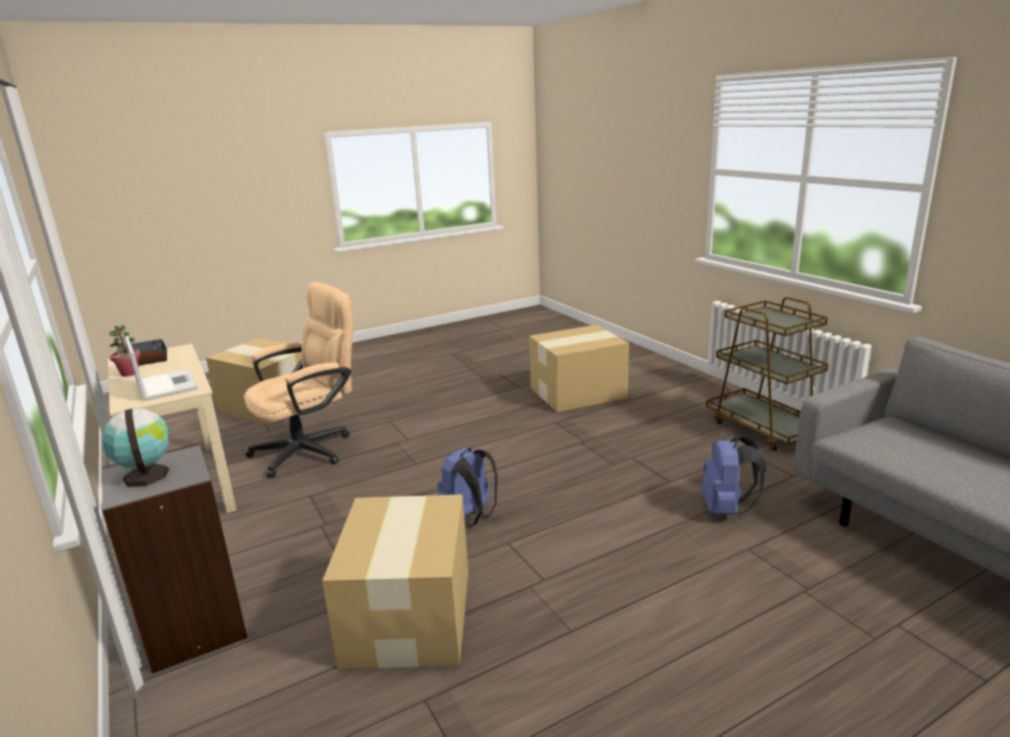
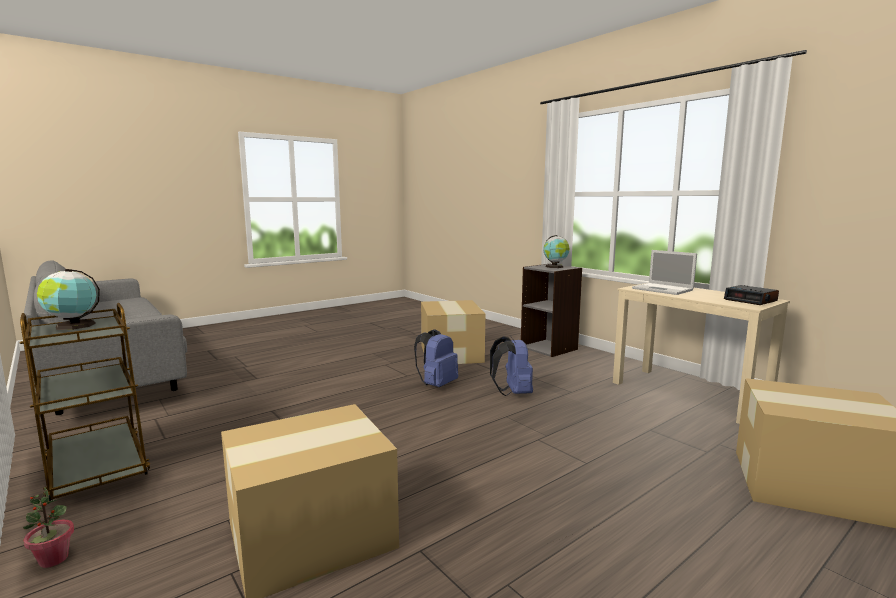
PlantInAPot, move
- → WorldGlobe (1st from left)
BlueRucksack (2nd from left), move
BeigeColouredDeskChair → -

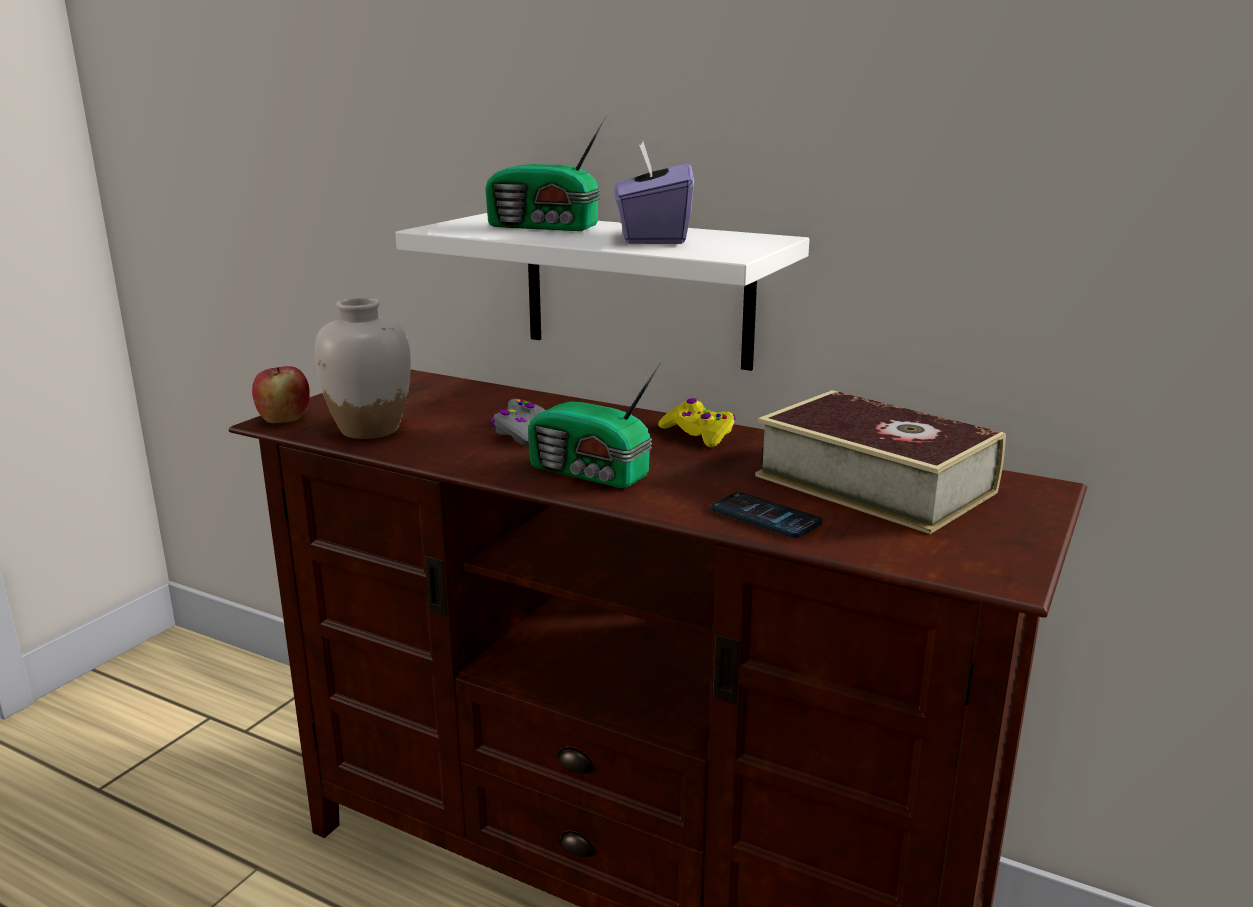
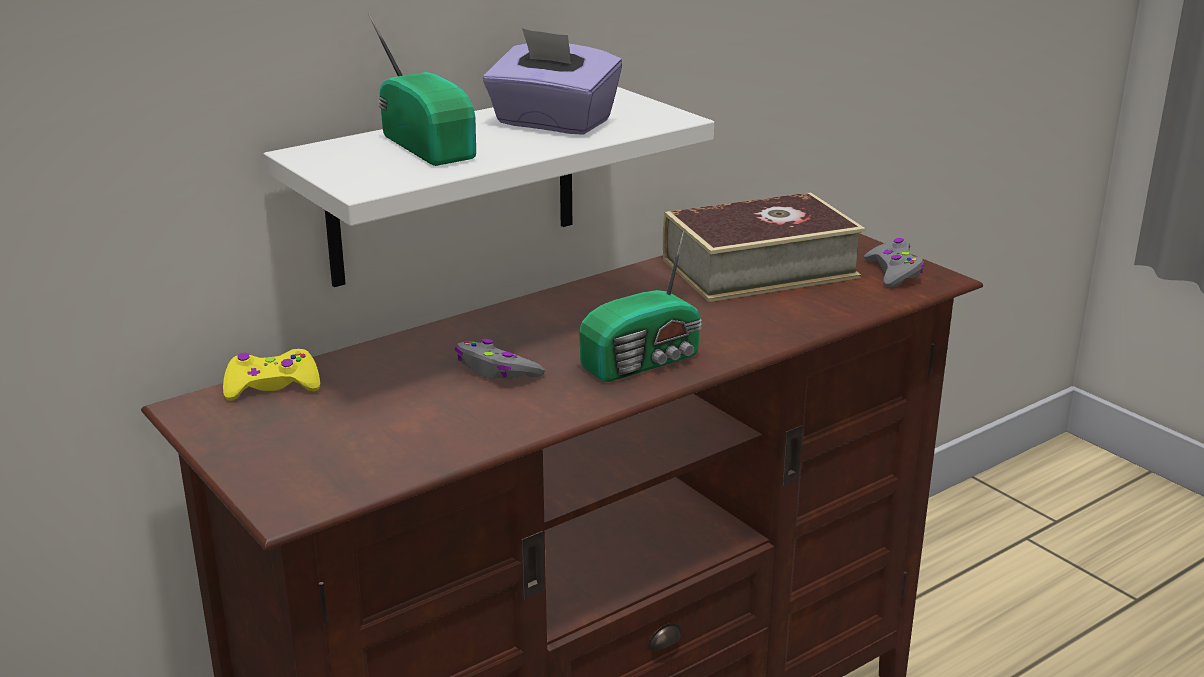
YellowishGameController, move
Radio (1st from left), 75 degrees counterclockwise
- → GrayGameController (2nd from left)
Apple → -
WhiteColouredDecorativeVase → -
Phone → -

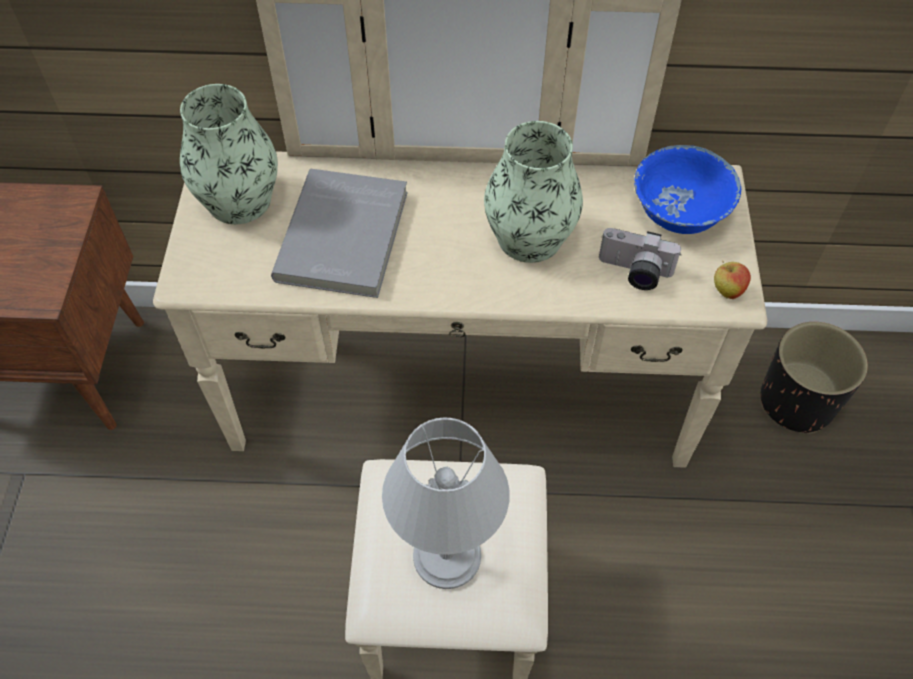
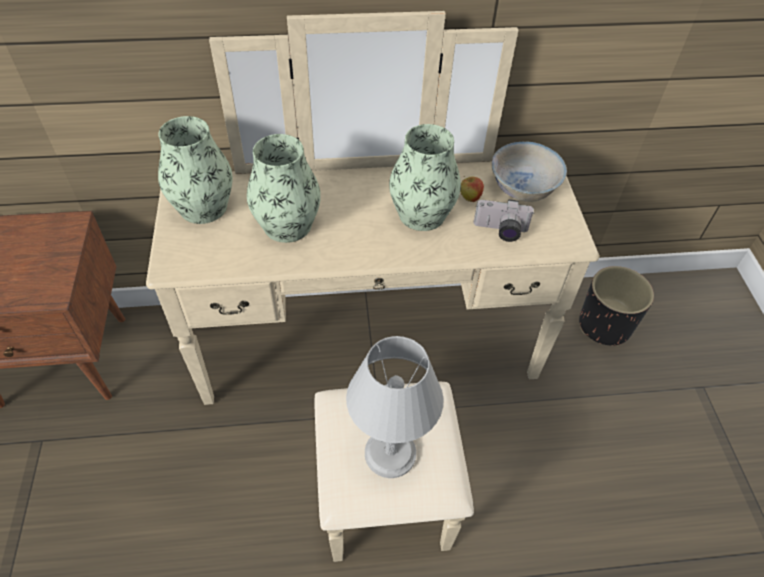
GrayVolume → DecorativeVase (2nd from left)
Apple, move
BlueDeepDish → WhiteColouredDeepDish

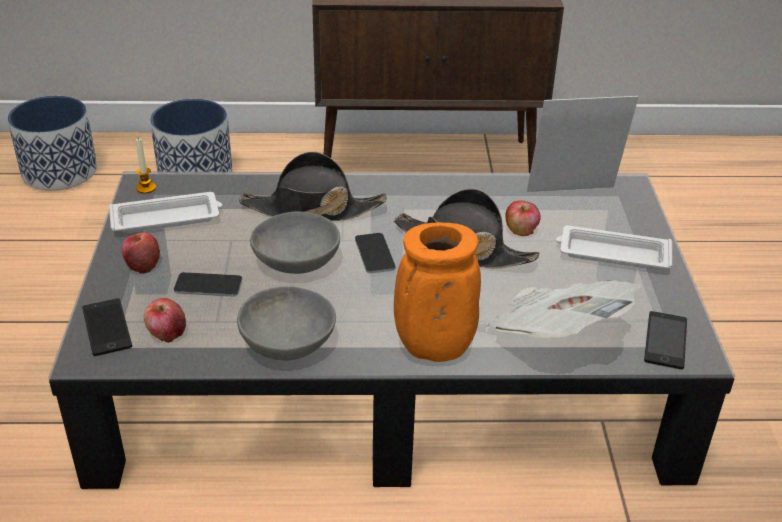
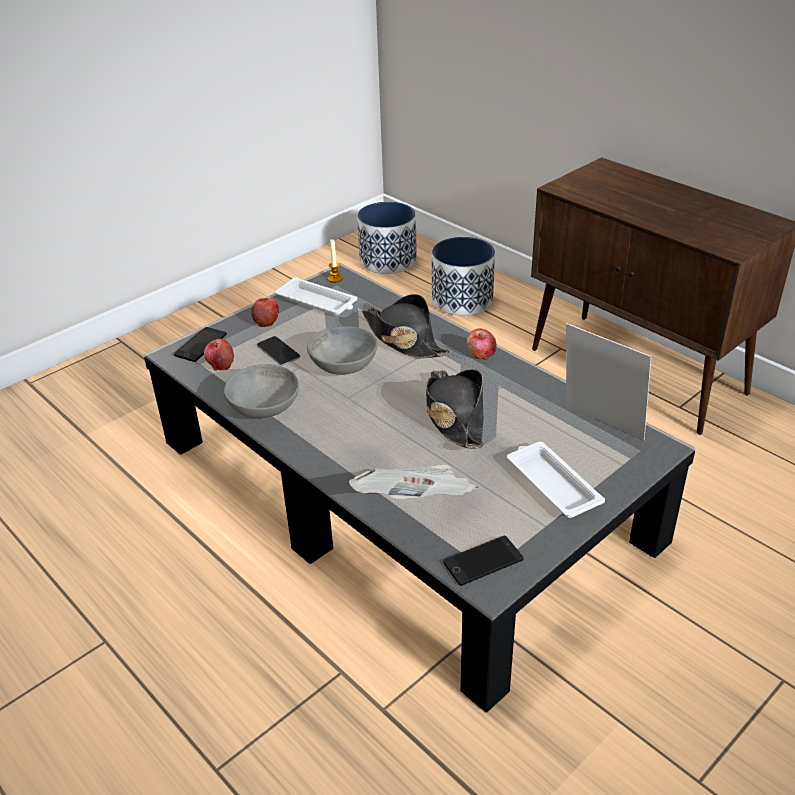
Apple (3rd from left), move
Phone (3rd from left) → -
OrangeyDecorativeVase → -

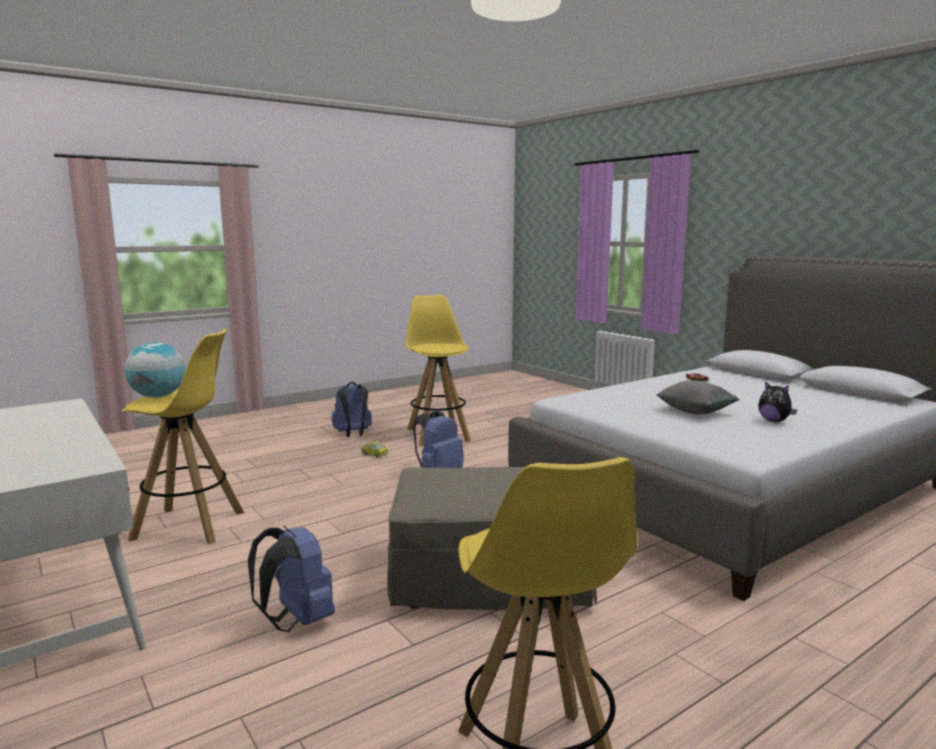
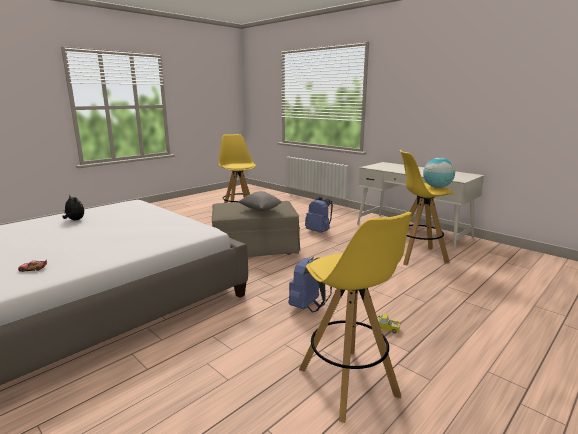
GrayCushion, move
BlueRucksack (2nd from left) → -

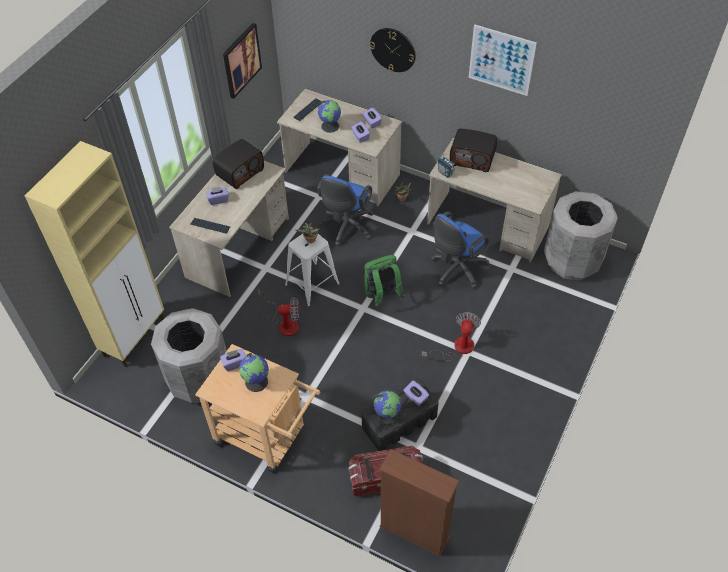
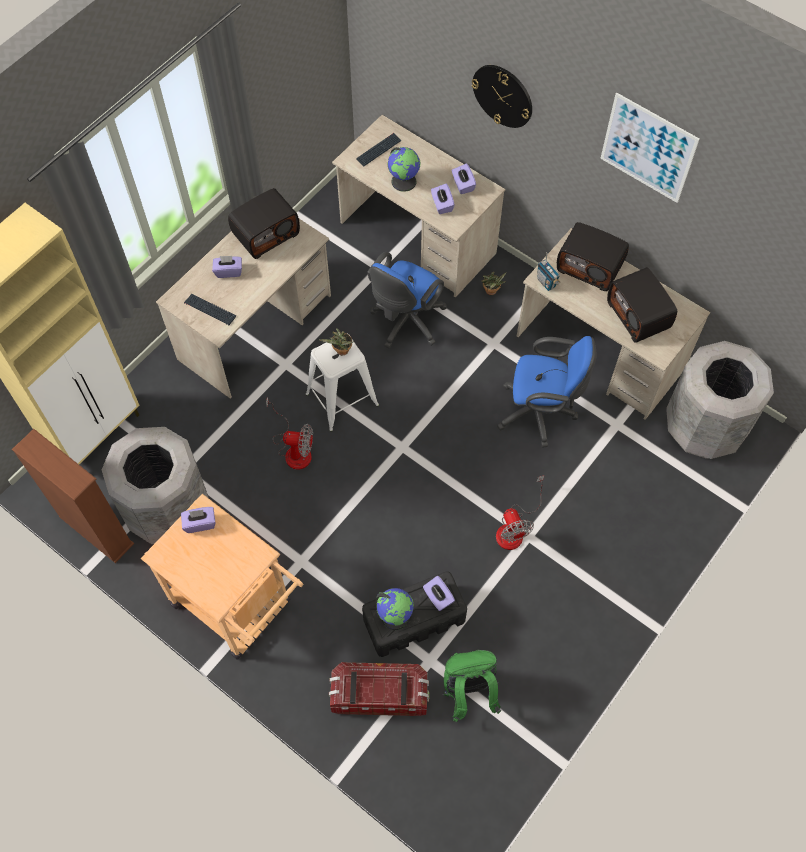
BrownShelvingUnit, move
GreenColouredRucksack, move
Fan (2nd from left), 135 degrees clockwise
BlueDeskChair (2nd from left), 135 degrees counterclockwise
- → Radio (4th from left)
WallArt (1st from left) → -
WorldGlobe (1st from left) → -

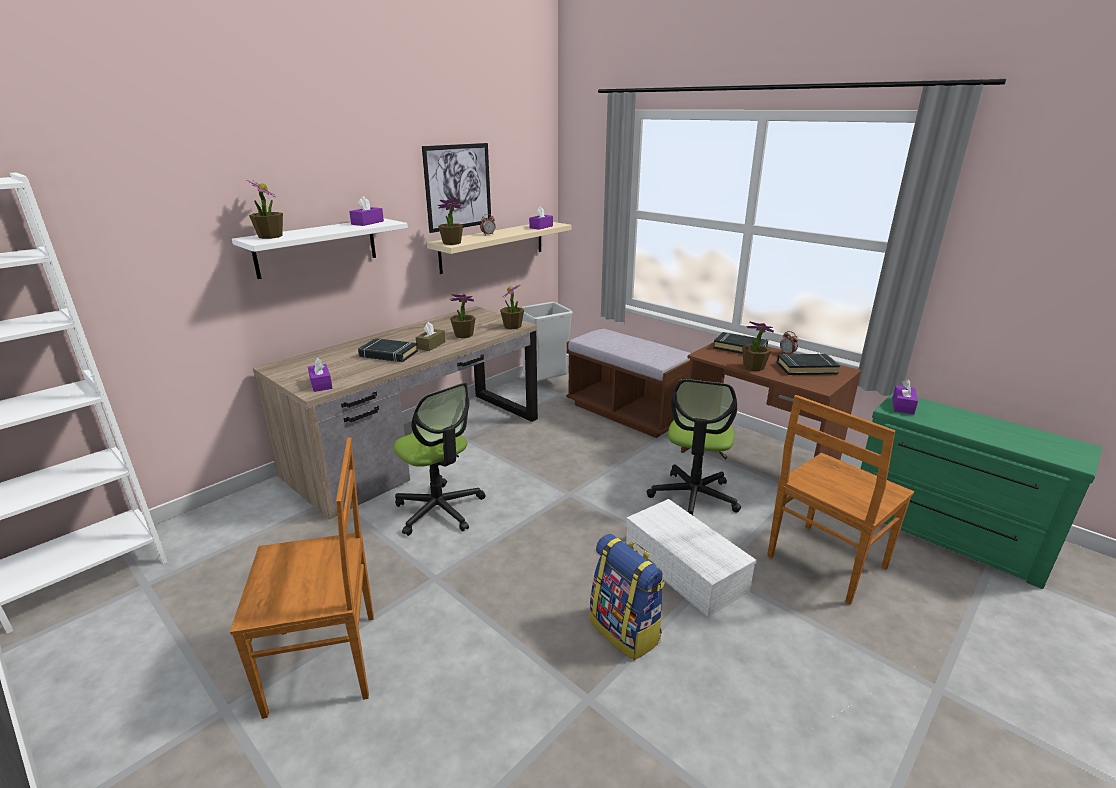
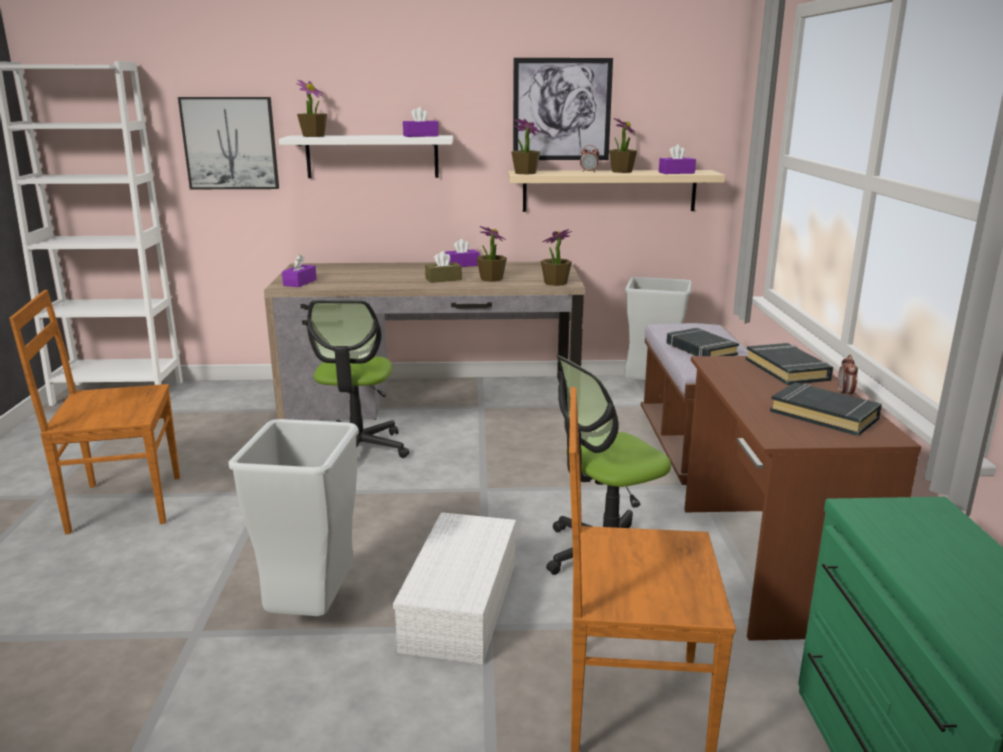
BrownPlainChair (1st from left), 135 degrees clockwise
- → WallArt (1st from left)
Rucksack → GrayTrashCan (1st from left)
PurpleBoxOfTissues (4th from left in the first image) → PurpleBoxOfTissues (3rd from left), move
PlantInAPot (5th from left), move
BlackColouredVolume (1st from left), move

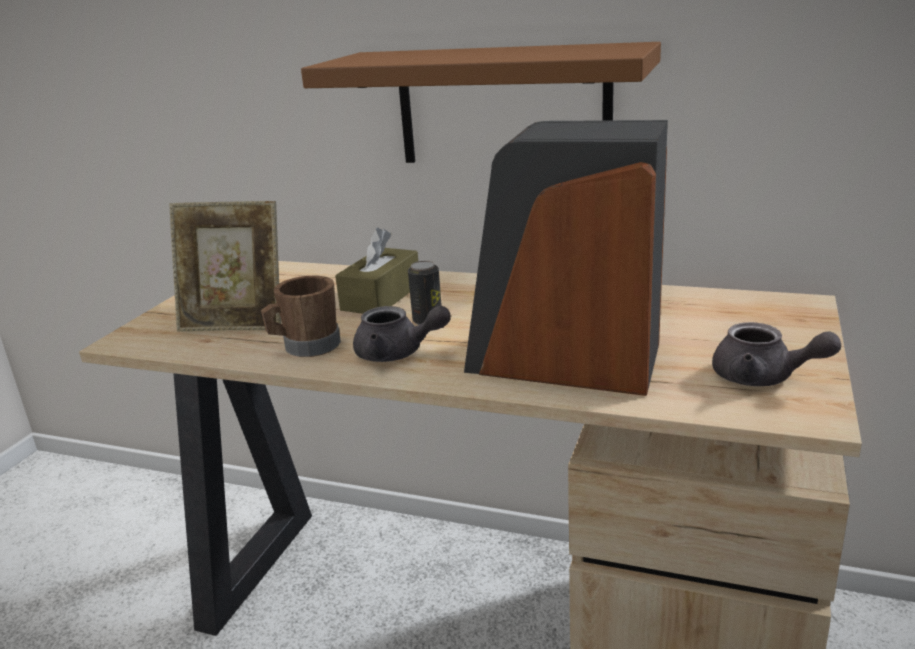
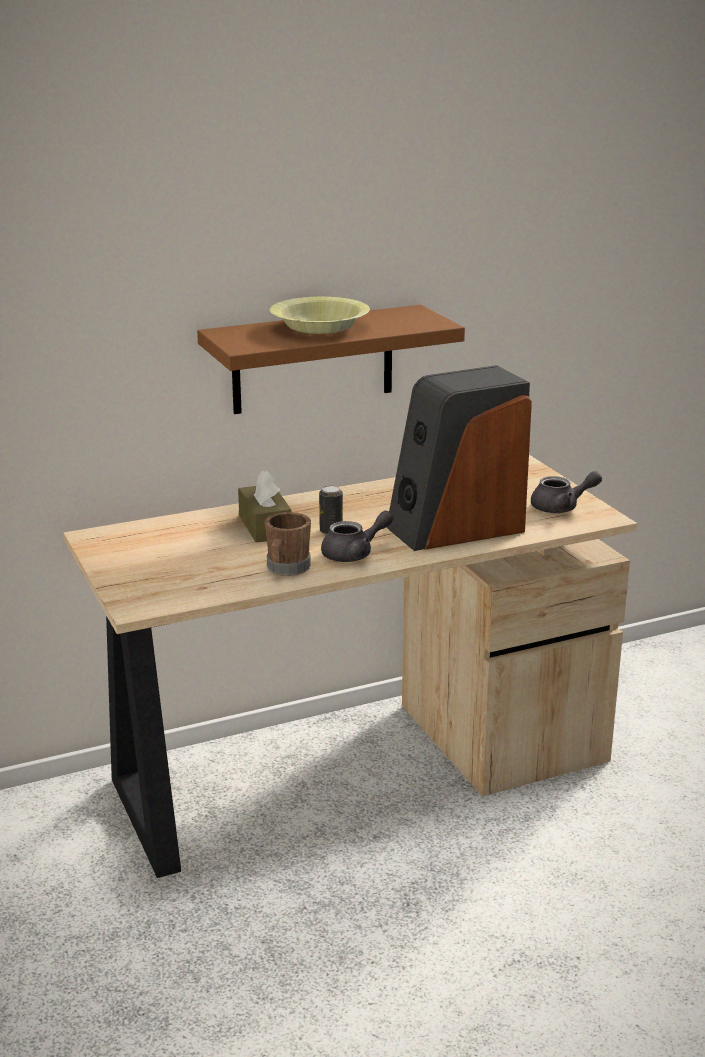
- → YellowishDeepDish
StandingFrame → -

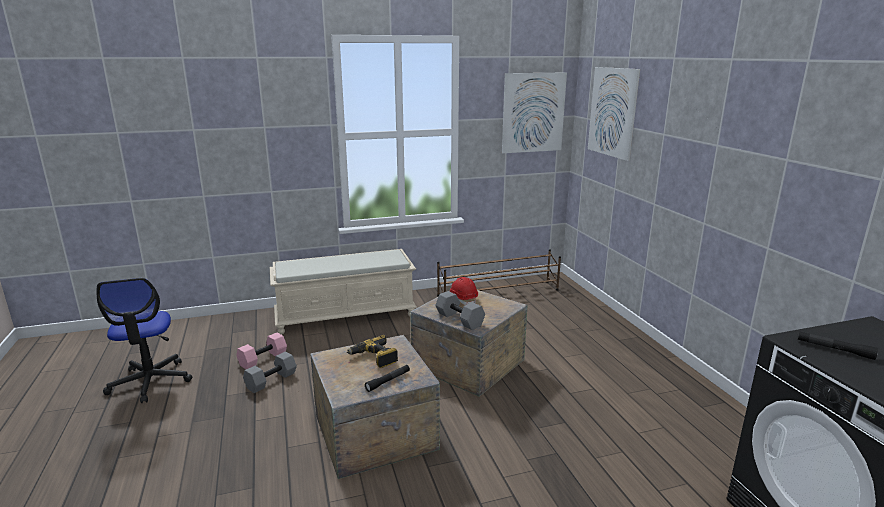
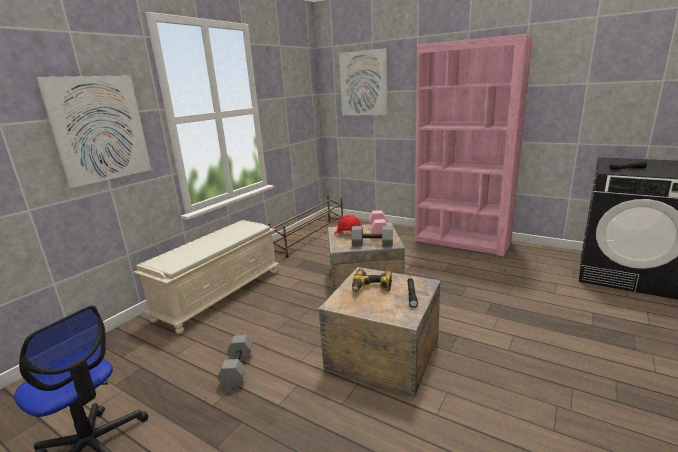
WallArt (1st from left), move
PinkishFreeWeight, move
- → PinkishShelvingUnit

